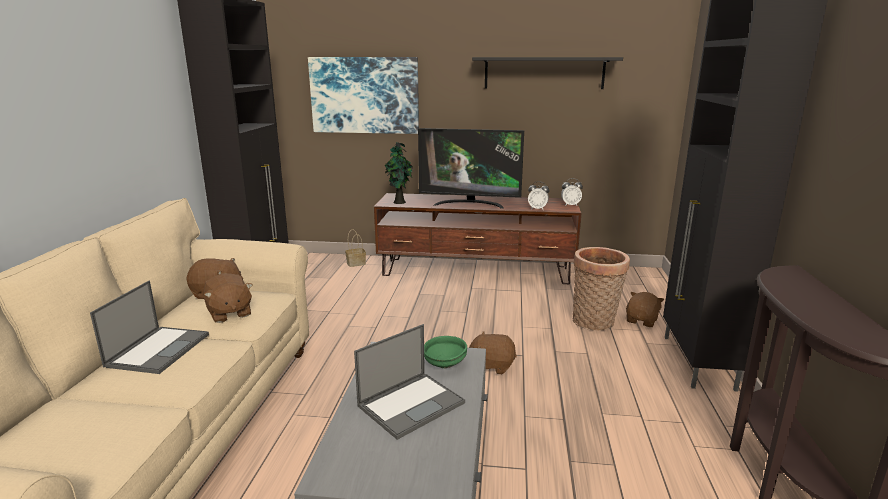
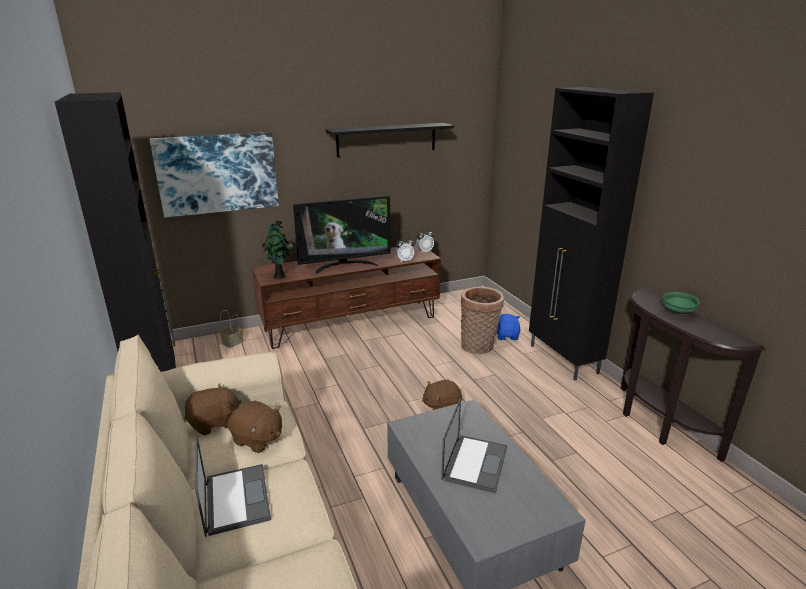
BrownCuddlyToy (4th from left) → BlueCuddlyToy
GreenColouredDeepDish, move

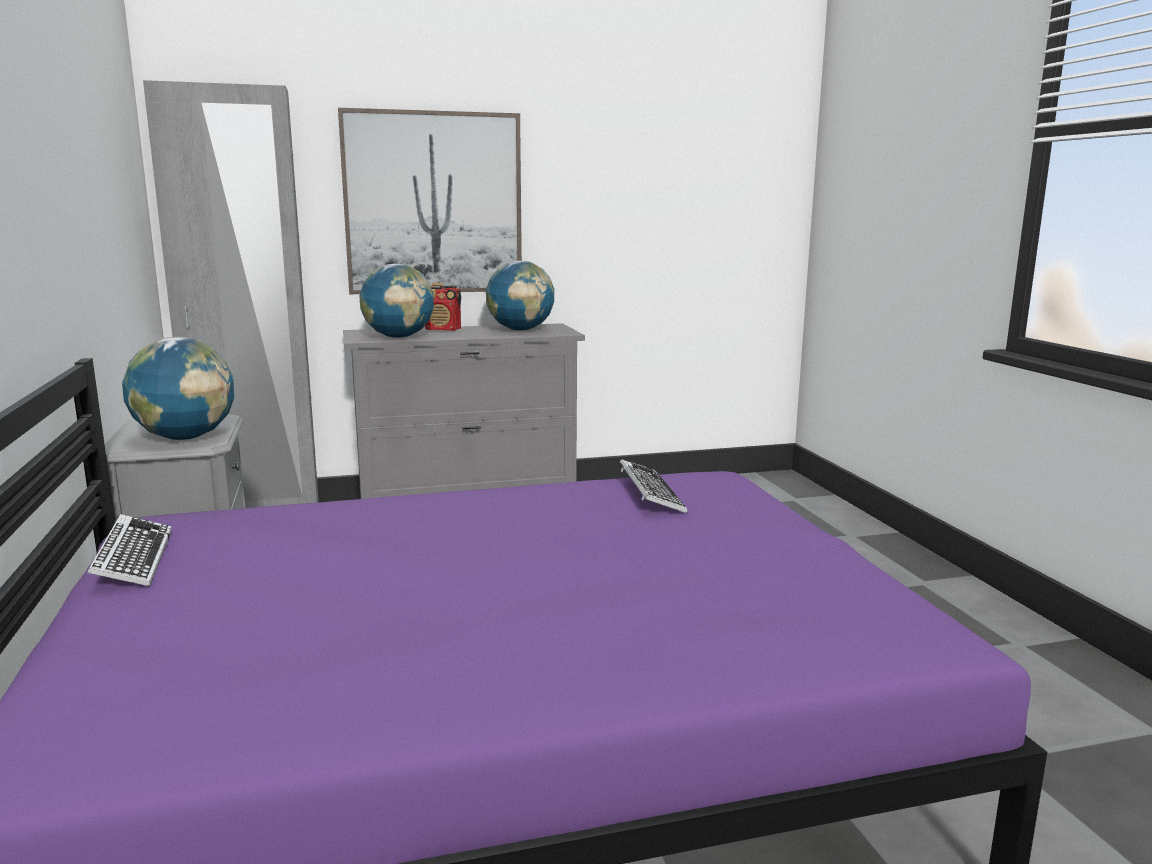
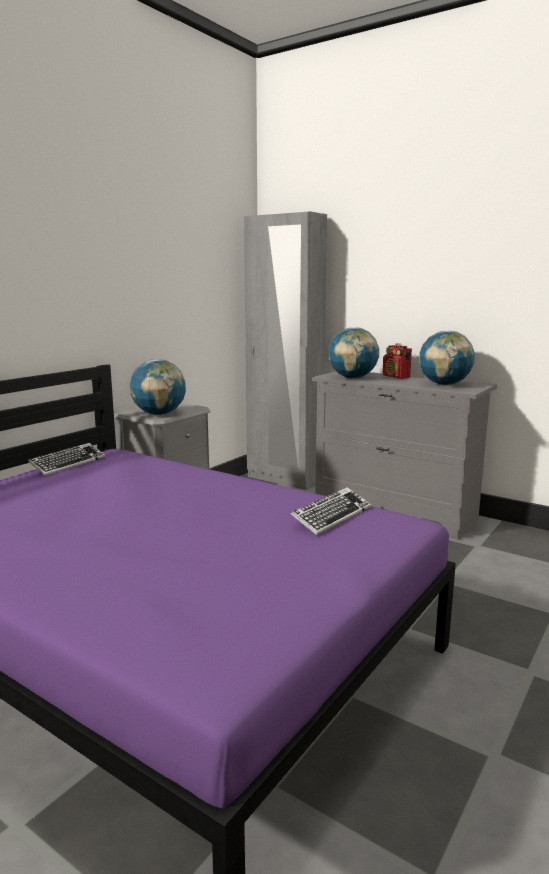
WallArt → -

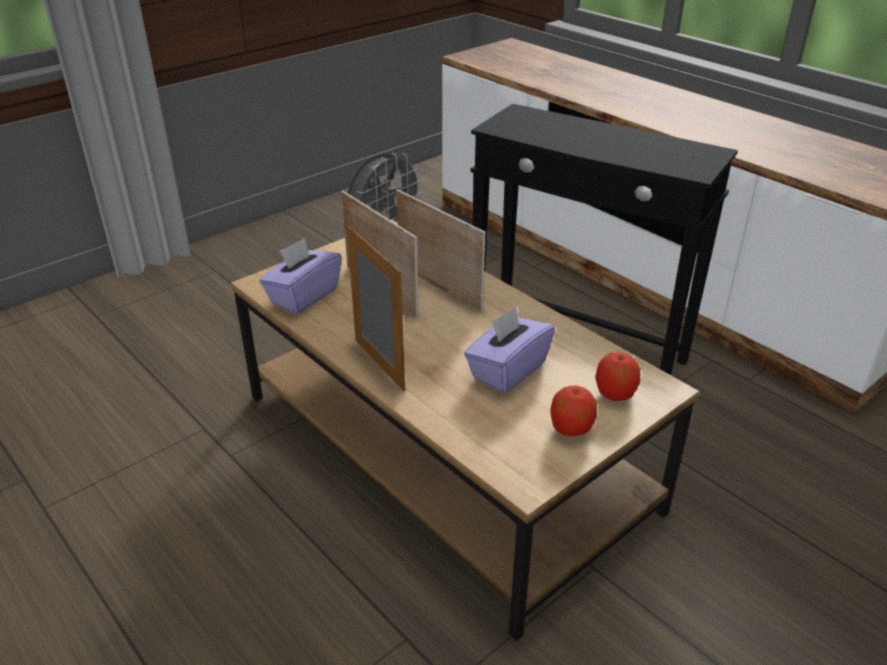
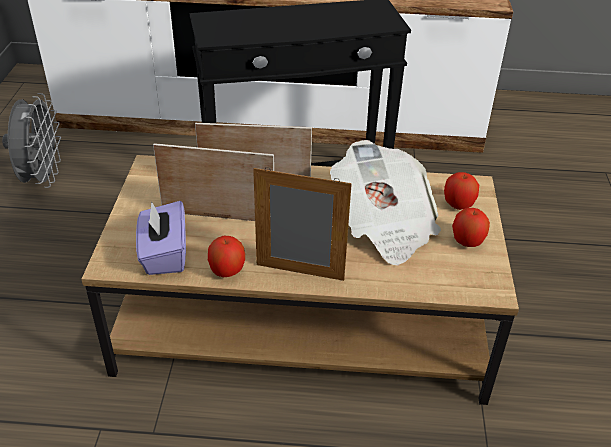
- → Apple (1st from left)
PurpleBoxOfTissues (2nd from left) → DailyPaper

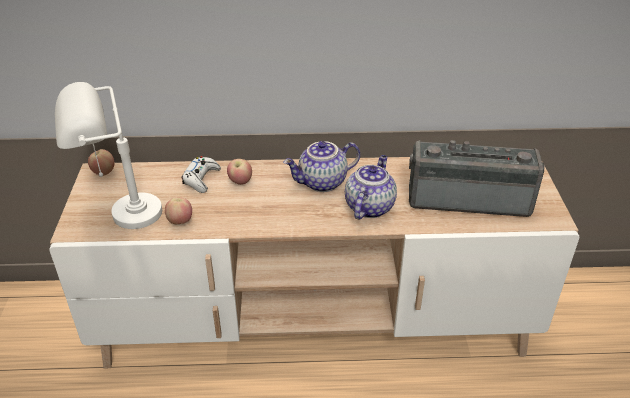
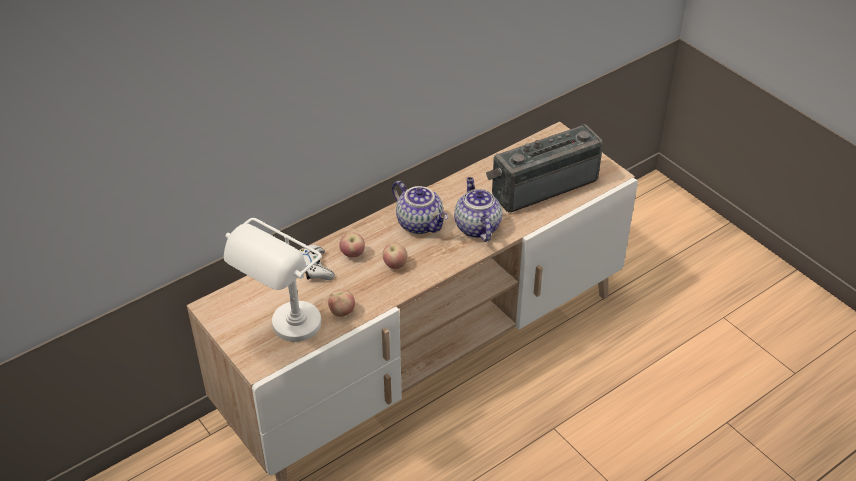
Apple (1st from left in the first image) → Apple (3rd from left), move
PotForTea (1st from left), 75 degrees counterclockwise

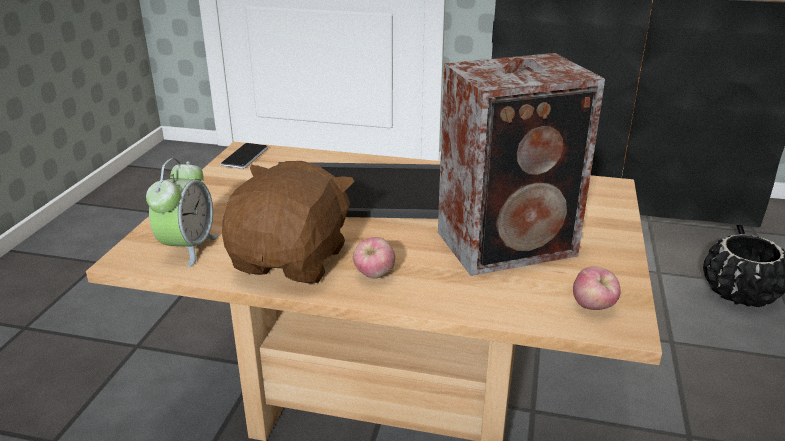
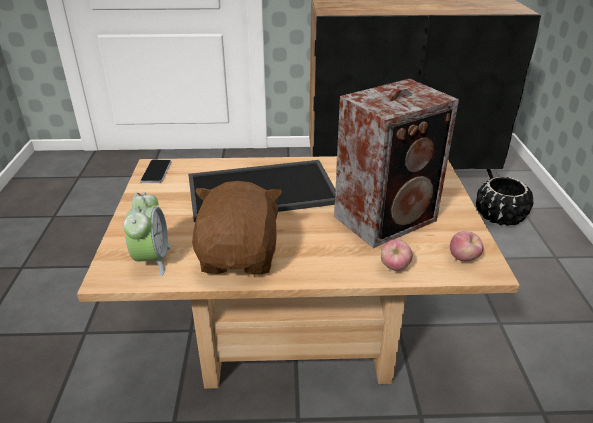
Apple (1st from left), move

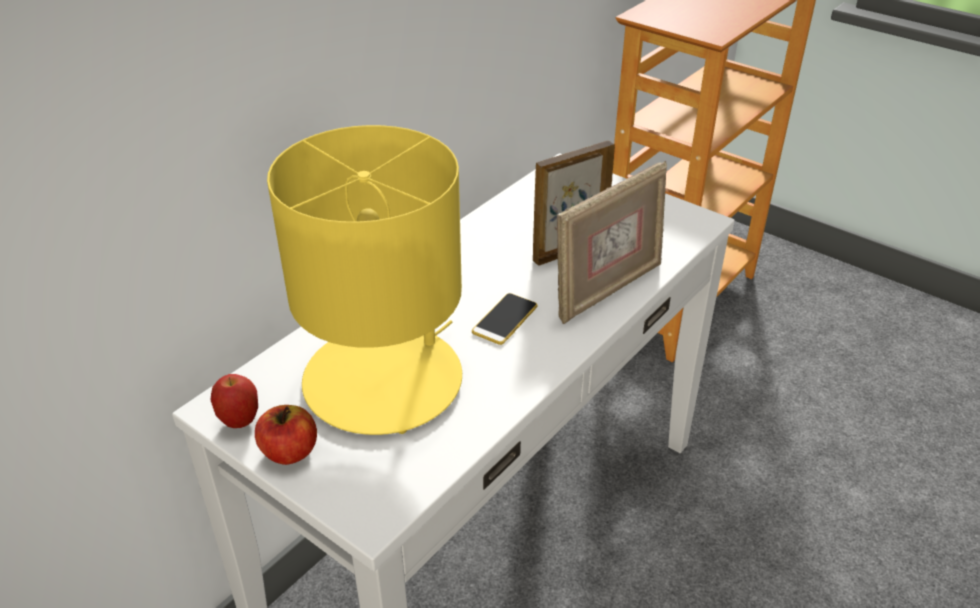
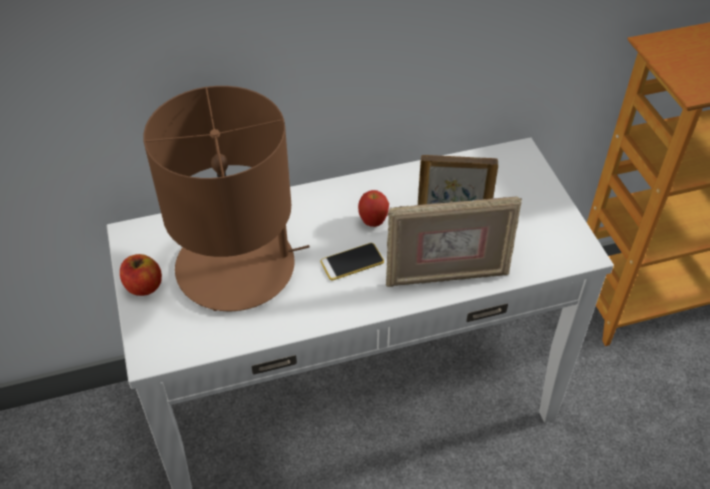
YellowishTabletopLamp → BrownTabletopLamp
Apple (1st from left in the first image) → Apple (2nd from left), move

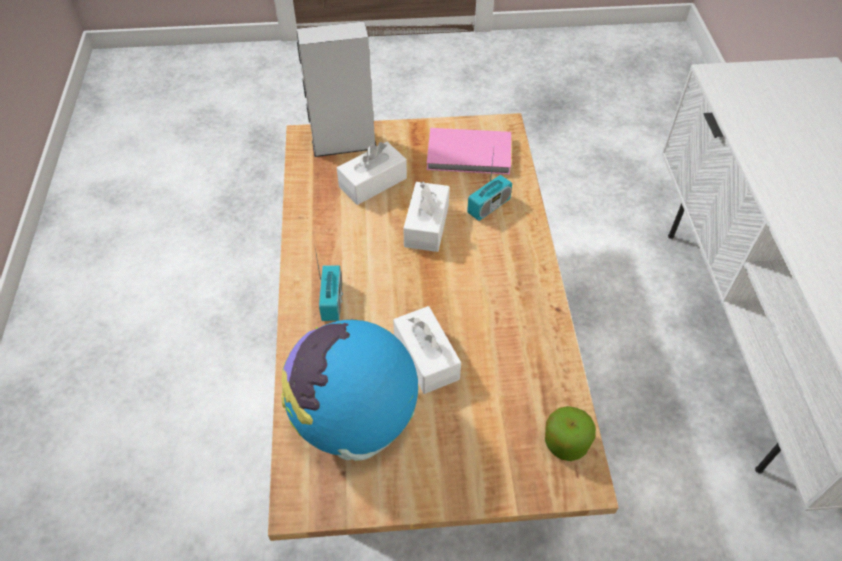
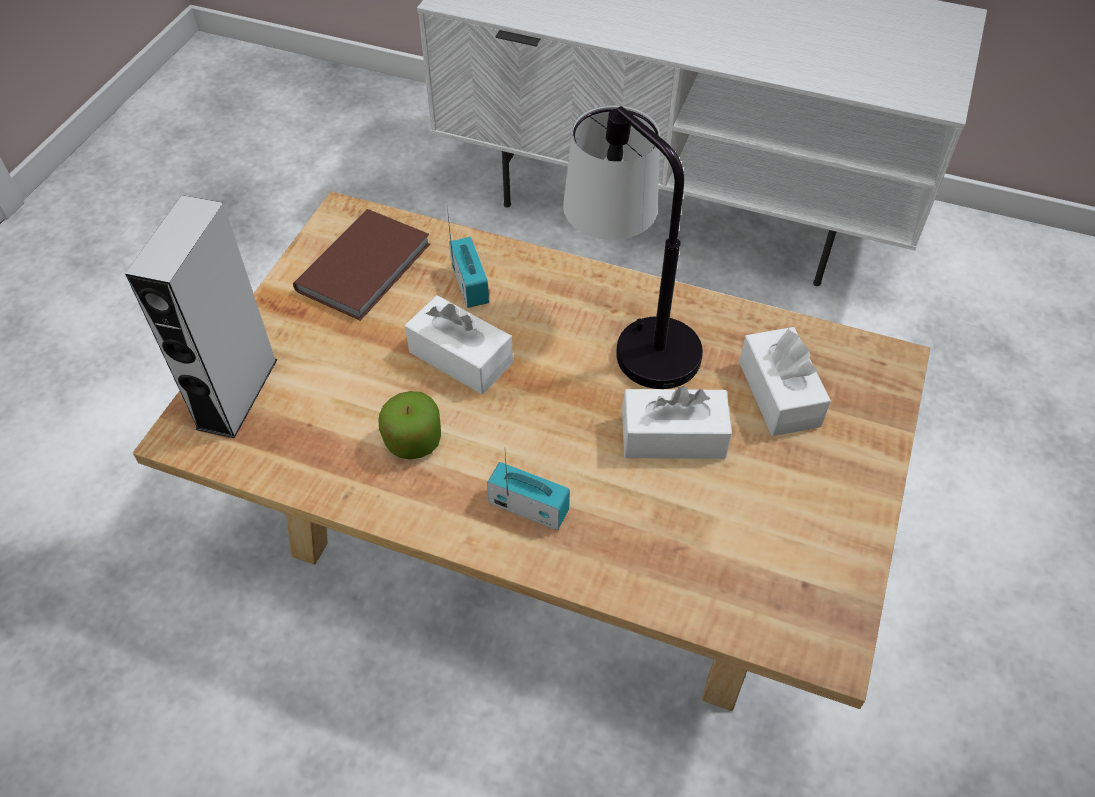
PinkishVolume → BrownVolume
Apple, move
- → TabletopLamp
WhiteColouredBoxOfTissues (1st from left in the first image) → WhiteColouredBoxOfTissues (3rd from left), move
WorldGlobe → -

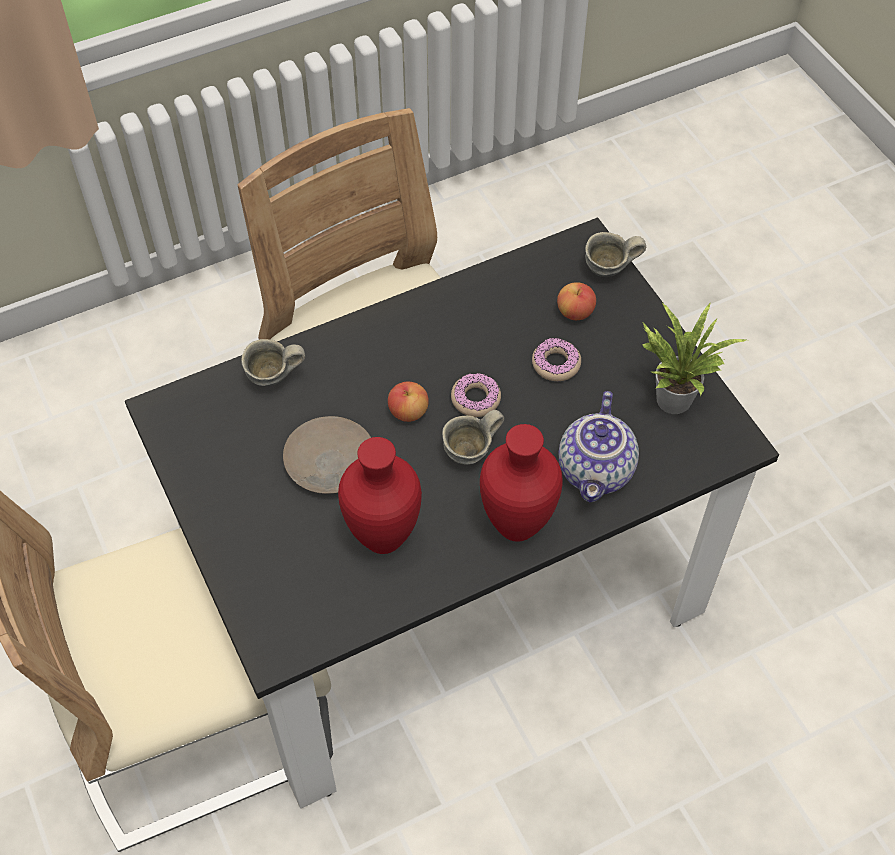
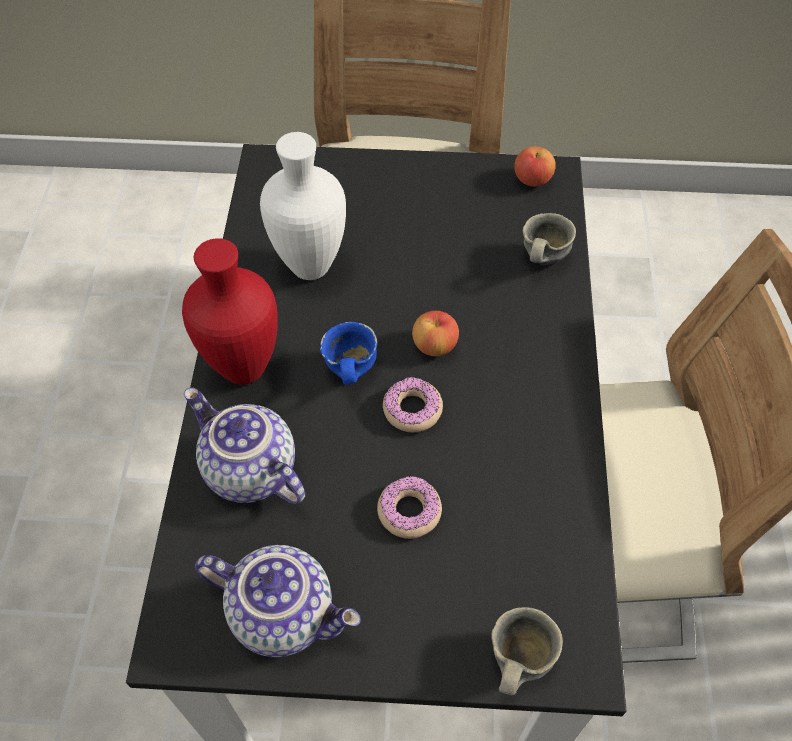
PlantInAPot → PotForTea (2nd from left)
RedColouredDecorativeVase (1st from left) → WhiteColouredDecorativeVase
GrayTeaMug (2nd from left) → BlueTeaMug
Apple (2nd from left), move
BeigeColouredDinnerPlate → -

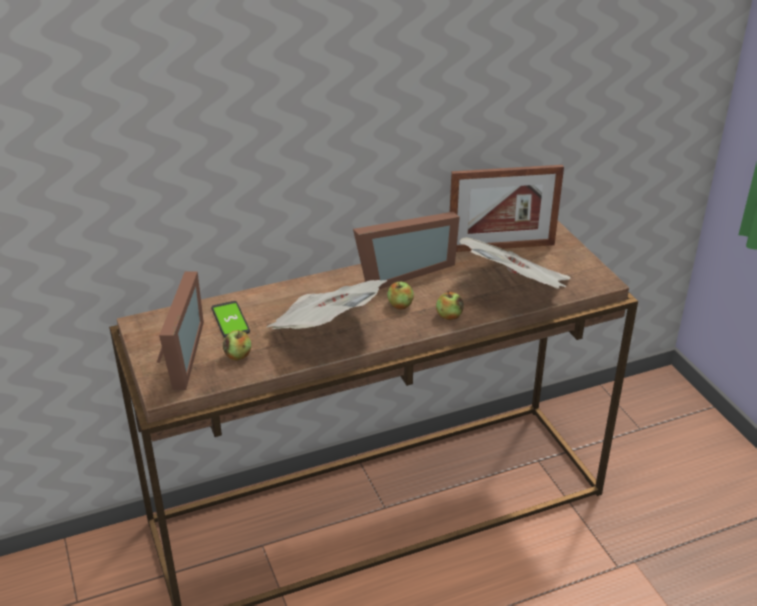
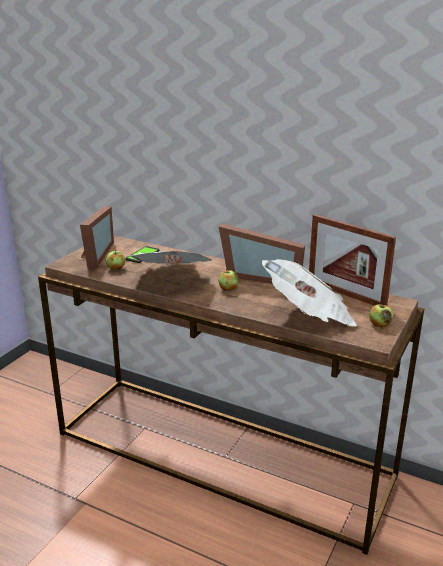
StandingFrame (1st from left), 45 degrees counterclockwise
Apple (3rd from left), move

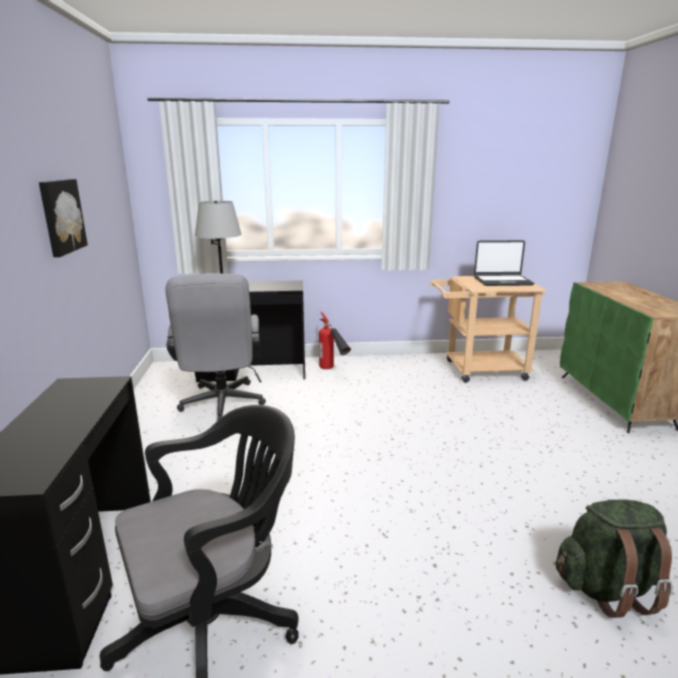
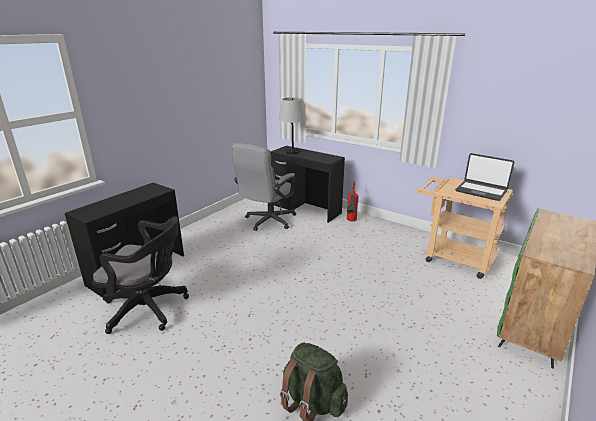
WallArt → -

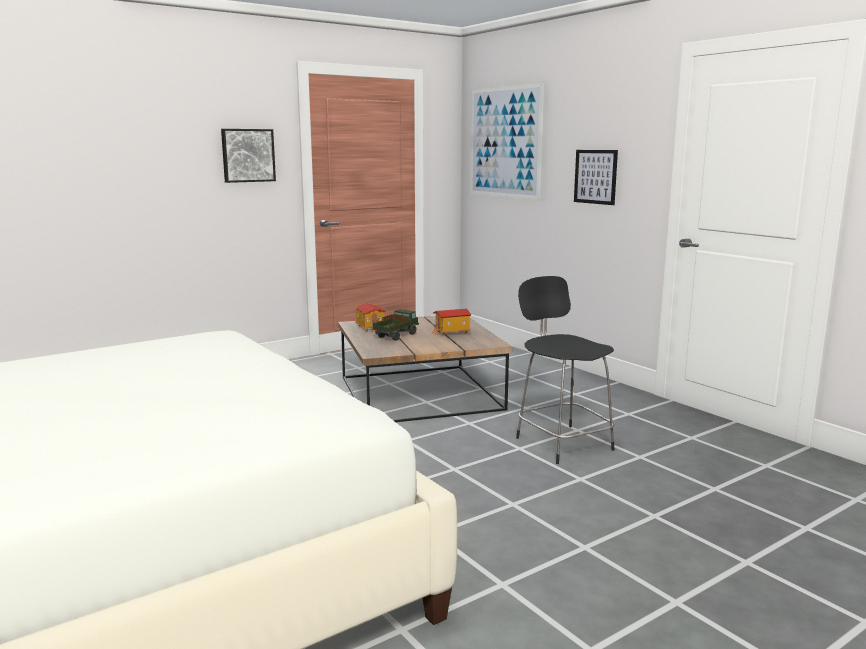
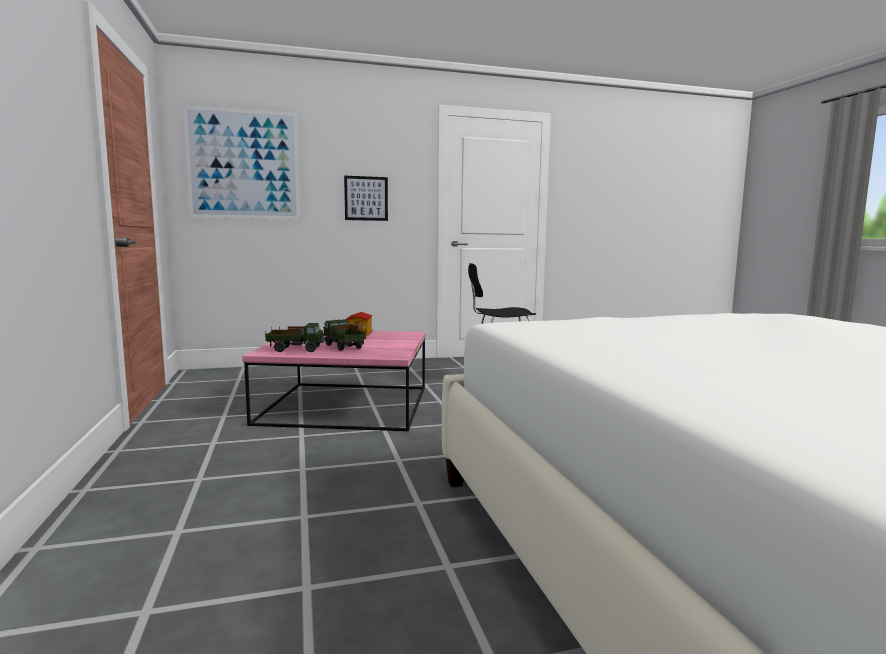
BrownLowTable → PinkishLowTable
MiniatureHouse (1st from left) → ToyTruck (1st from left)
WallArt (1st from left) → -

